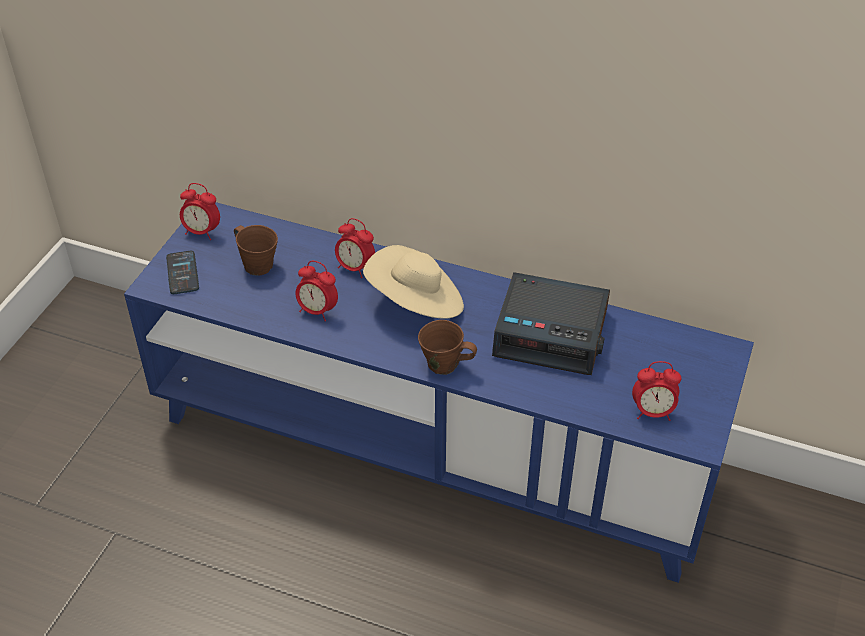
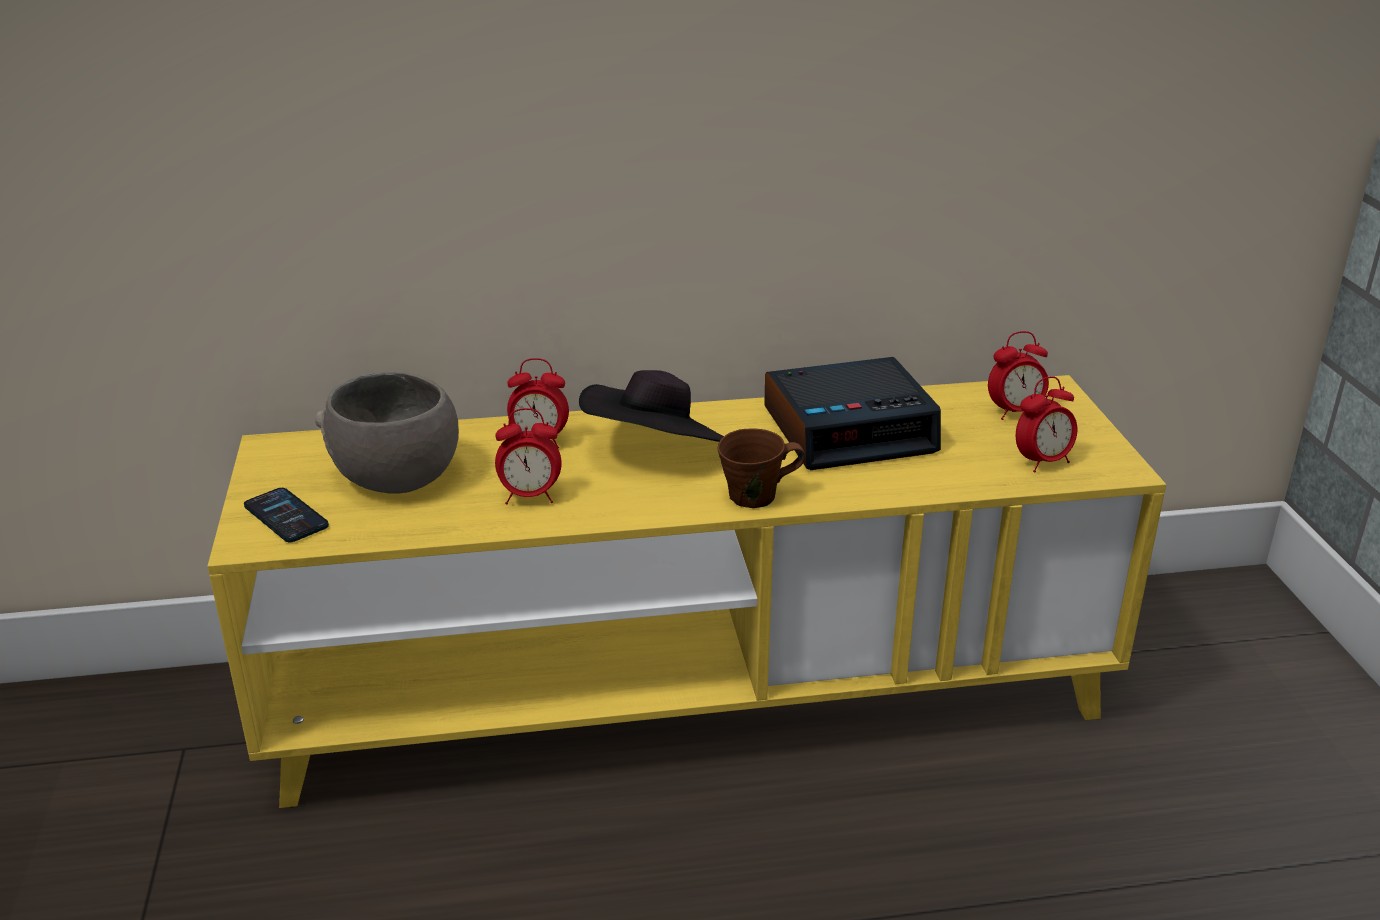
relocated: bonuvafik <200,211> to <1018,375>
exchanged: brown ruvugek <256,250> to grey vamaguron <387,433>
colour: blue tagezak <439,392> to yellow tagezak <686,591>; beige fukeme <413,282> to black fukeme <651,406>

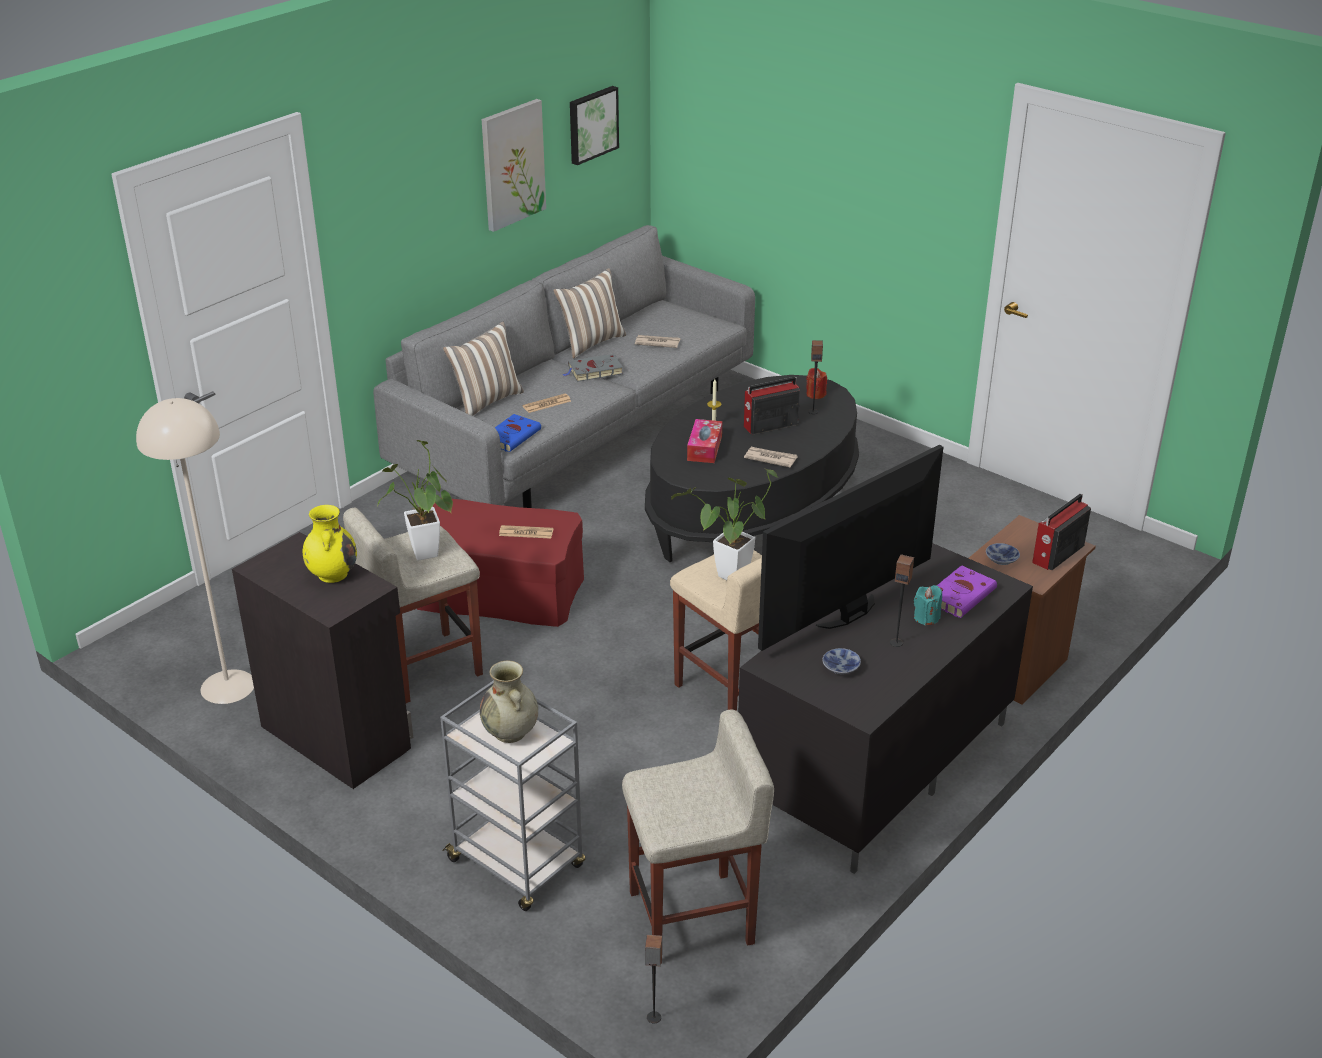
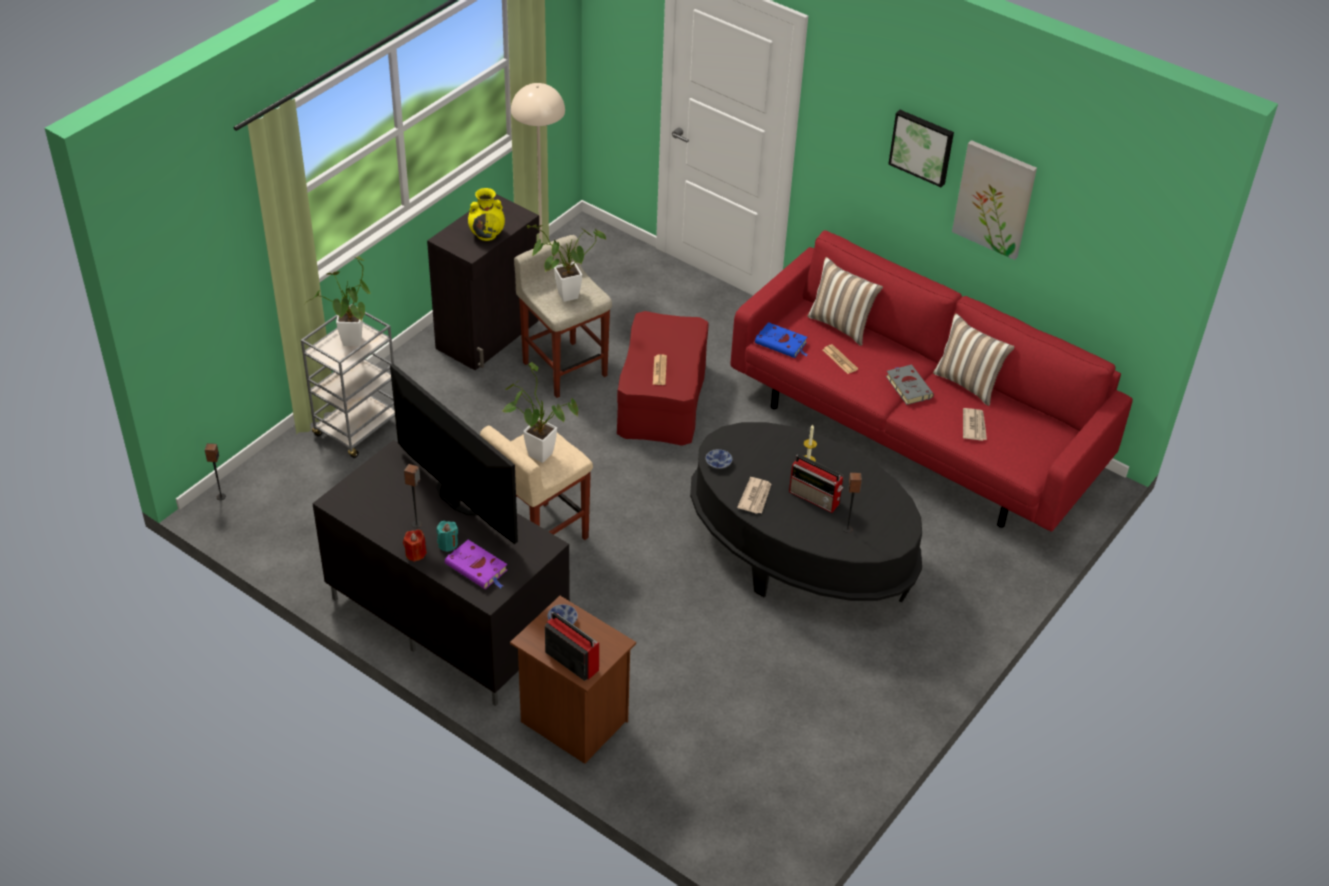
missing: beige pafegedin <698,837>; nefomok <704,441>
relocated: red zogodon <816,383> to <415,545>; vamaguron <841,661> to <719,459>; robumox <594,125> to <921,148>
exchanged: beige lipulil <509,702> to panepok <337,301>
colour: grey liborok <564,366> to red liborok <932,380>
spun: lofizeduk <772,405> = <816,484> 150 degrees clockwise

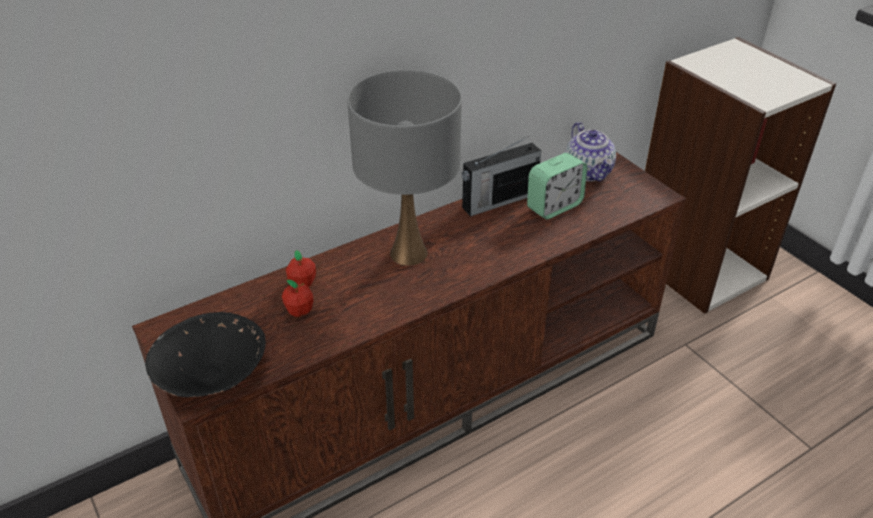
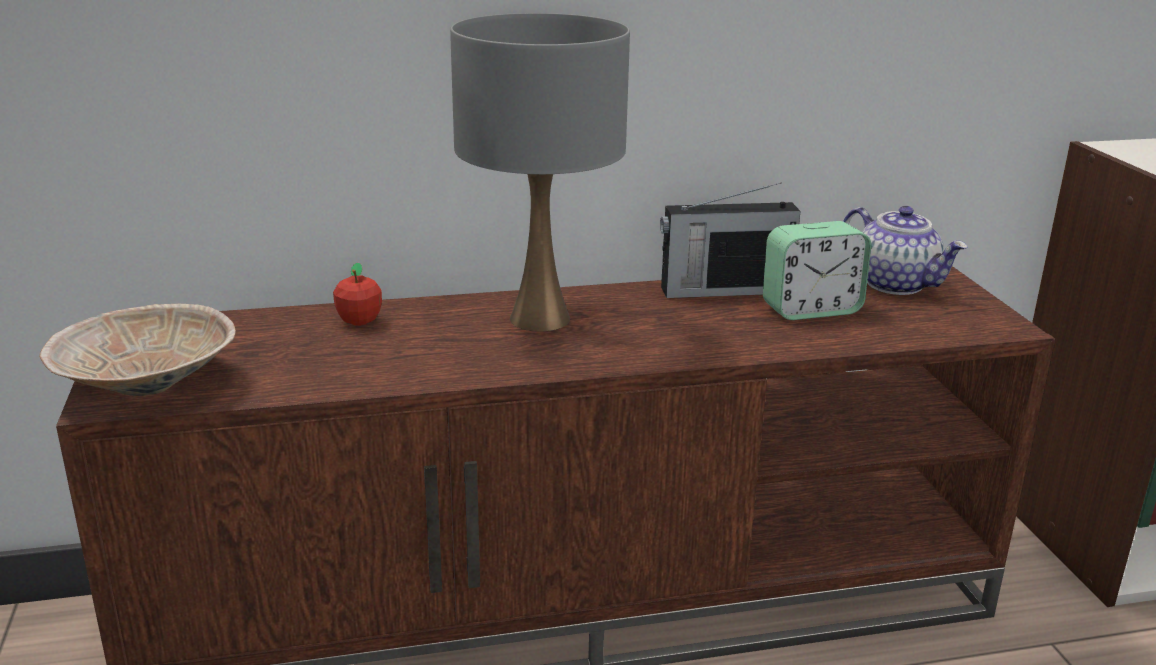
missing: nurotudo <298,298>
colour: black vamaguron <205,354> to beige vamaguron <137,350>
spun: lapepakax <590,151> = <905,250> 45 degrees counterclockwise

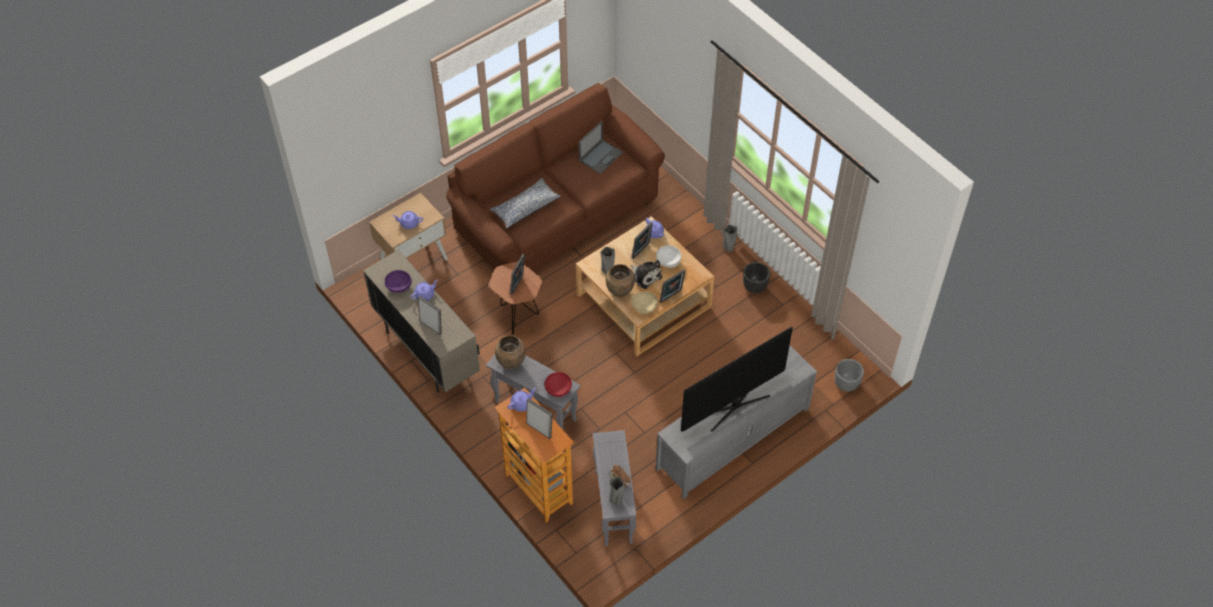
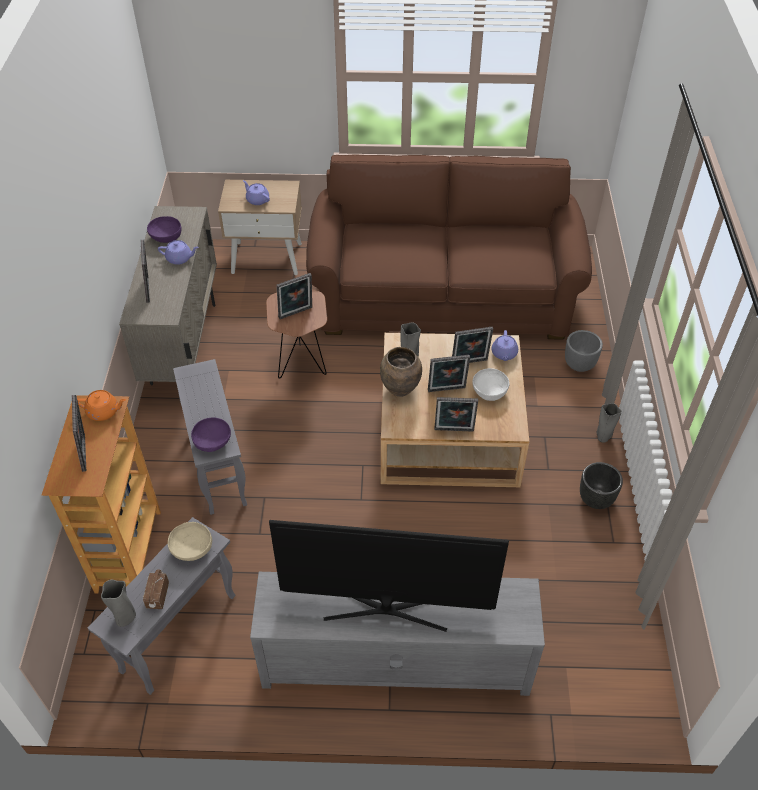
missing: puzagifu <525,203>; brown lipulil <510,352>; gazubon <601,147>
relocated: beige vamaguron <645,302> to <190,541>; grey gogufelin <849,375> to <584,351>
exchanged: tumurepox <646,274> to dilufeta <449,373>
colour: purple lapepakax <521,400> to orange lapepakax <101,405>; red vamaguron <558,384> to purple vamaguron <211,435>

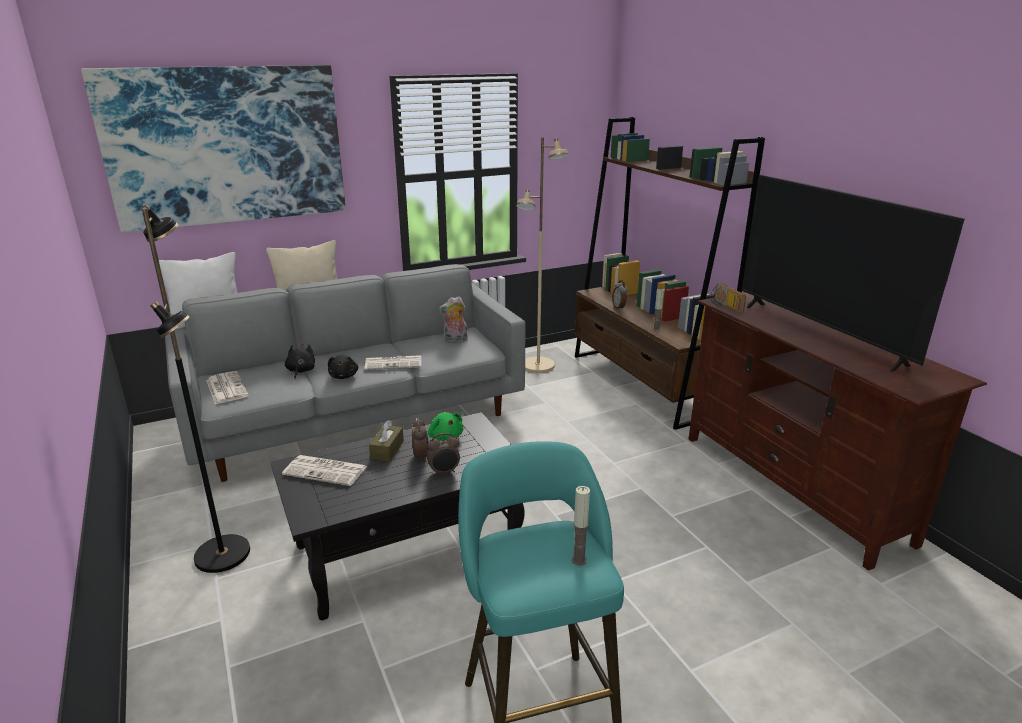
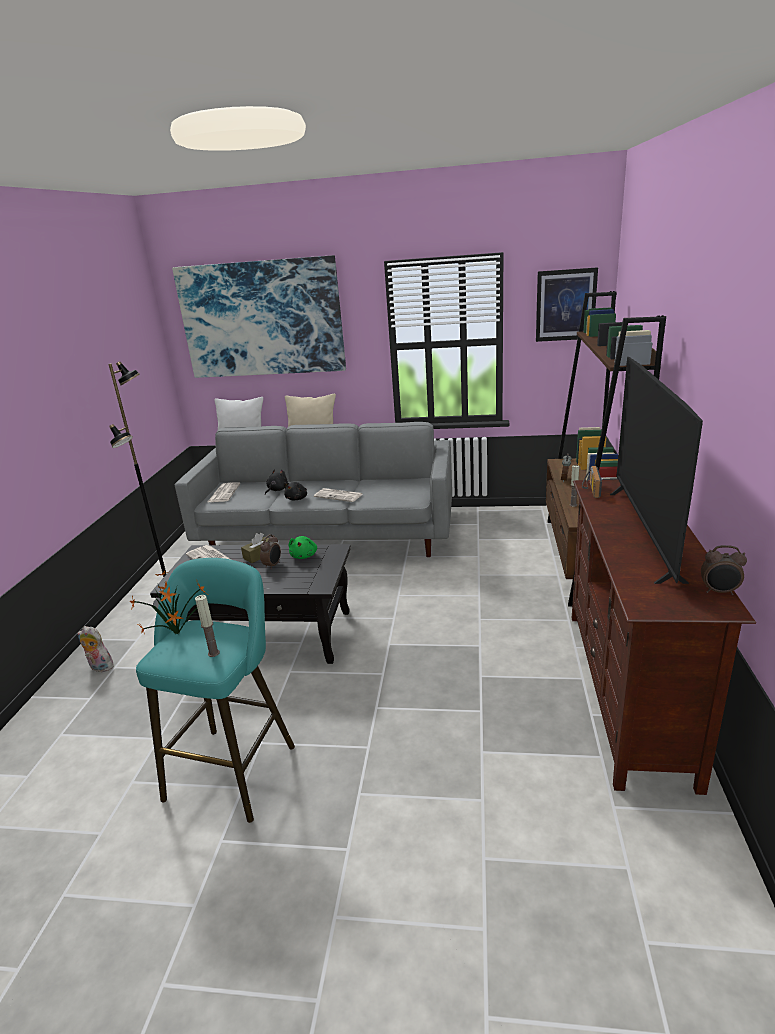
missing: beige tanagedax <542,255>
appeared: panepok <169,602>; robumox <567,304>
relocated: tumurepox <453,319> to <97,649>; bonuvafik <443,454> to <724,570>

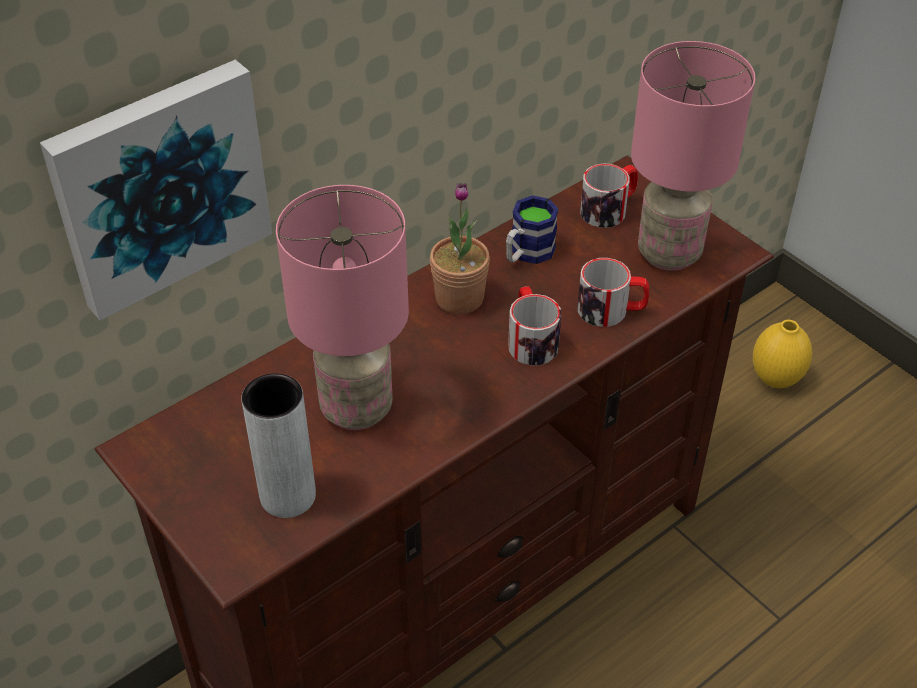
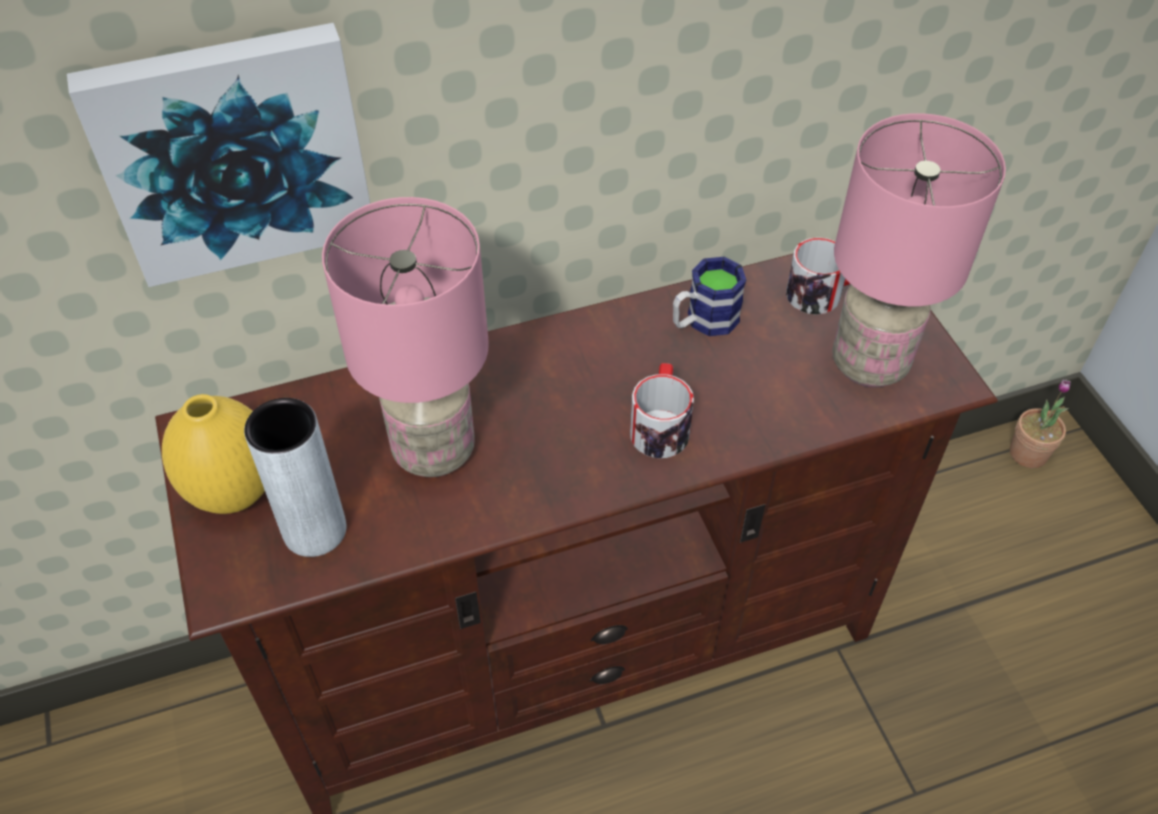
missing: ruvugek <613,292>
relocated: yellow lipulil <782,354> to <213,454>; panepok <460,248> to <1040,423>

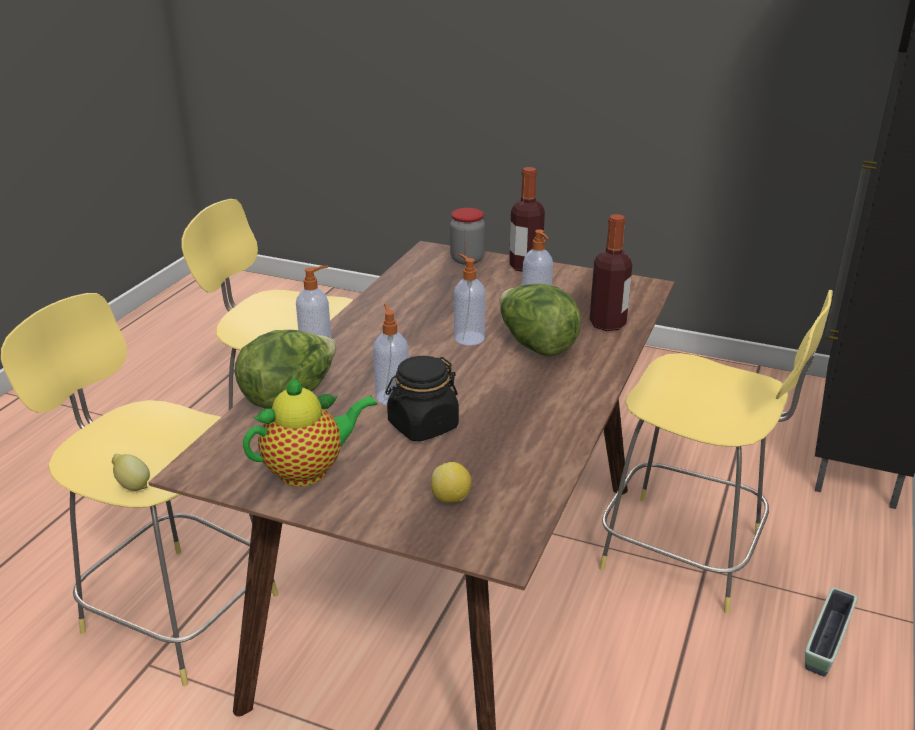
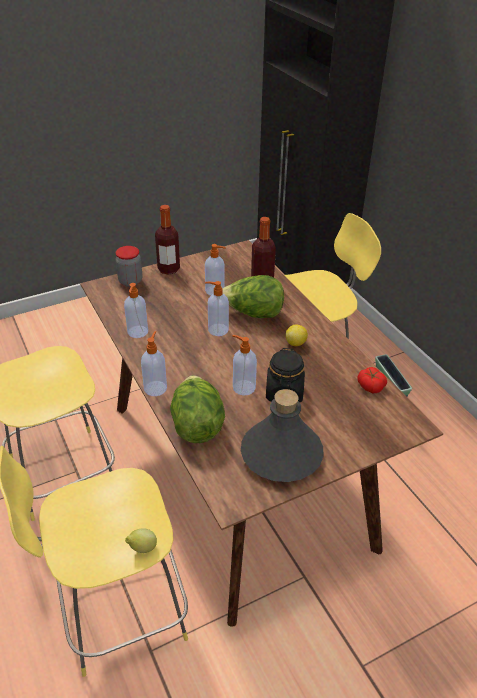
appeared: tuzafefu <136,310>; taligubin <372,380>
relocated: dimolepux <451,482> to <297,335>
exchanged: lapepakax <310,431> to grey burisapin <282,435>

